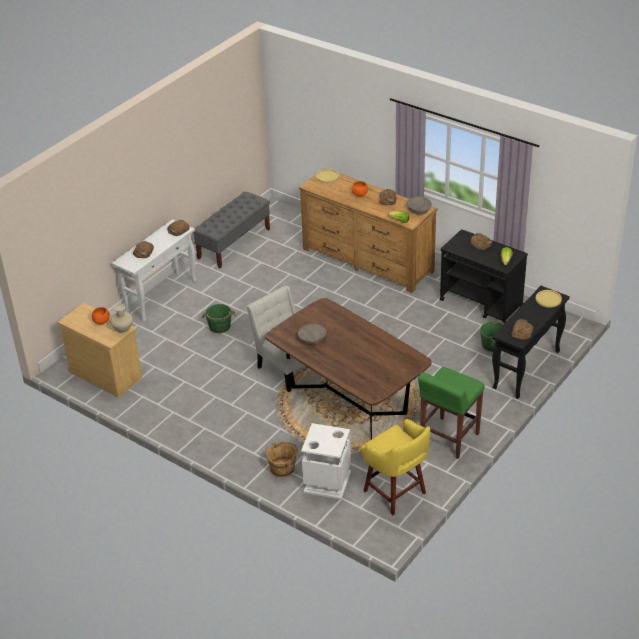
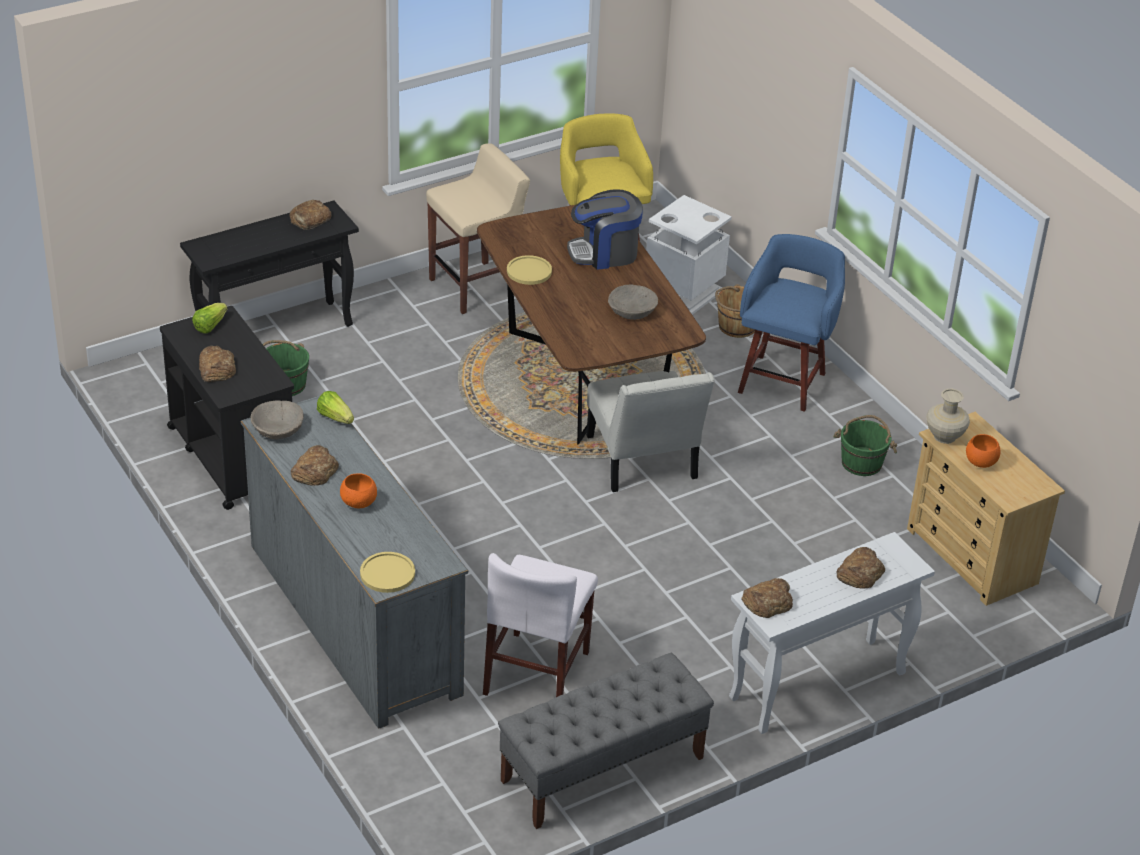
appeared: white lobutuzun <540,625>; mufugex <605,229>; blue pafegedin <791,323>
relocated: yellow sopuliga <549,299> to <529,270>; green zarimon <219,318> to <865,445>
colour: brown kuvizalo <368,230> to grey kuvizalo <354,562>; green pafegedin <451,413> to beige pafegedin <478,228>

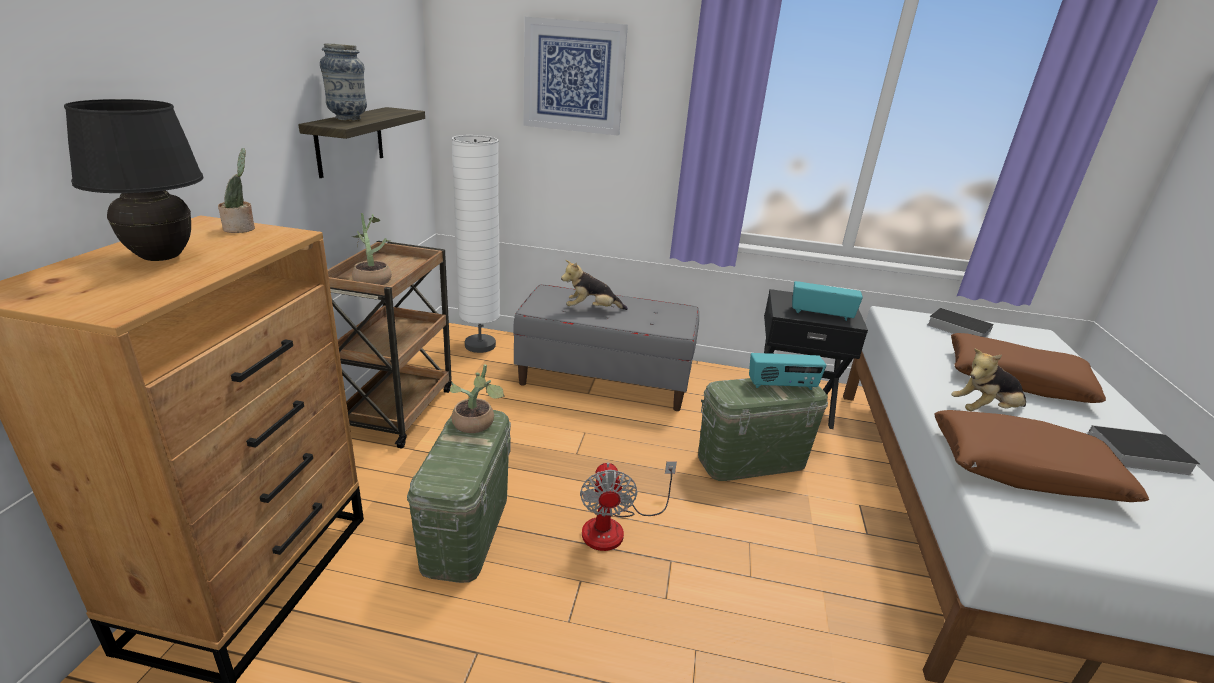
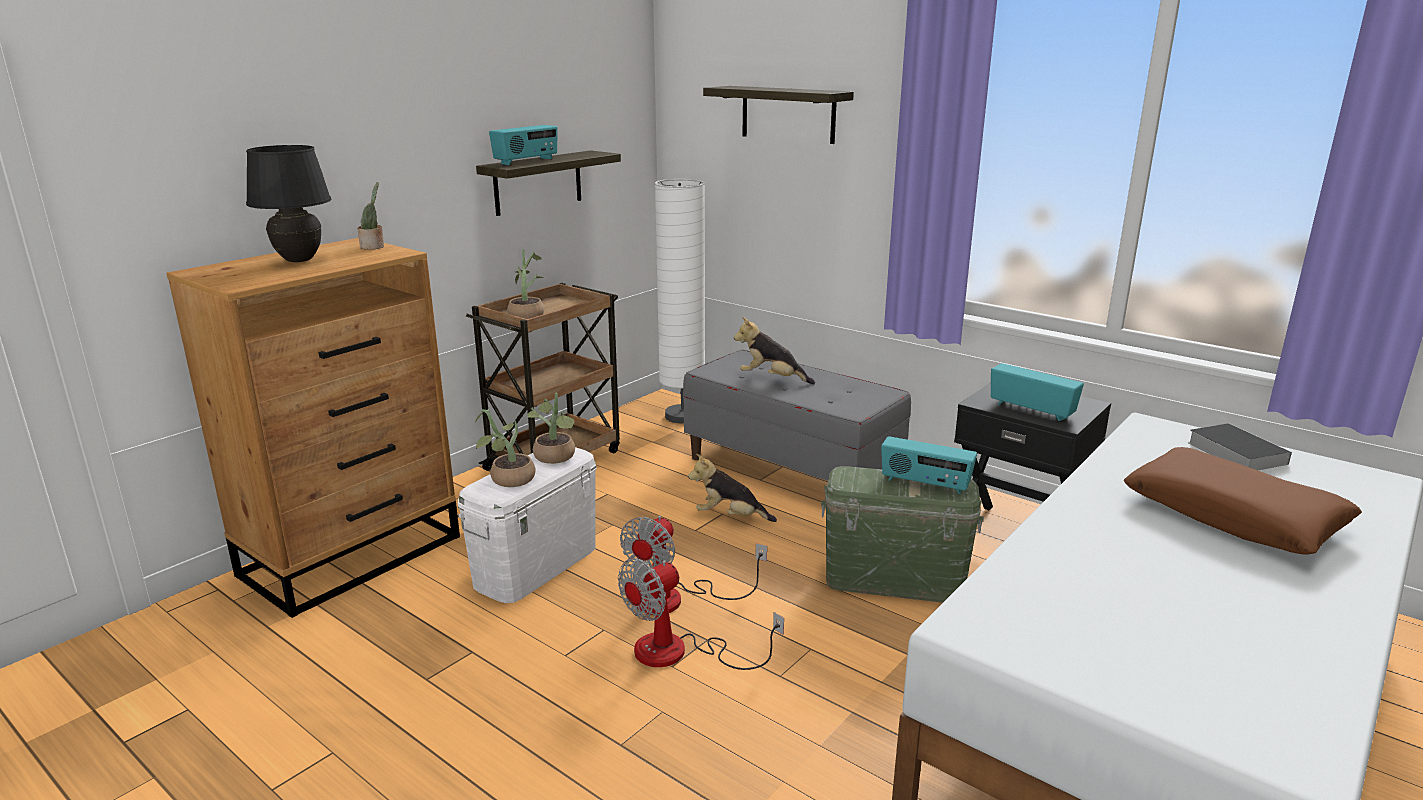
missing: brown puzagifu <1041,456>; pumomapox <1142,450>
appeared: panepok <505,448>; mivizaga <701,614>
relocated: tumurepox <988,380> to <732,488>
exchanged: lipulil <343,82> to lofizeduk <523,145>; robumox <575,76> to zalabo <778,115>
colour: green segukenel <459,496> to white segukenel <527,525>

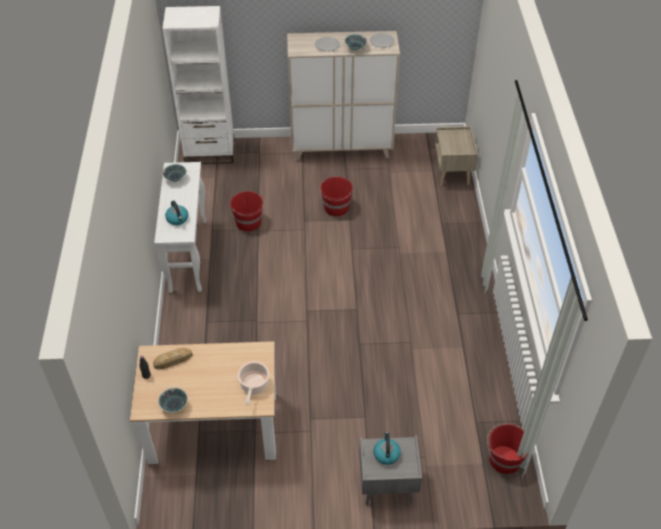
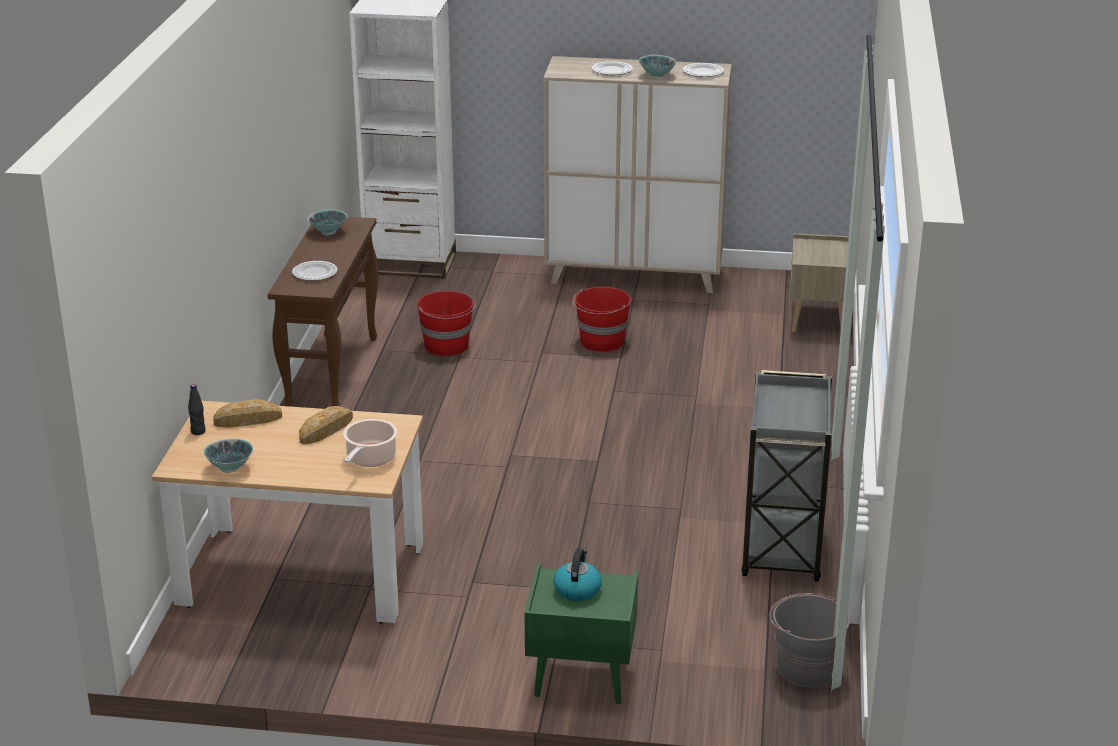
appeared: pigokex <326,425>; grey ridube <787,476>
exchanged: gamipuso <176,213> to sopuliga <315,271>
colour: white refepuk <180,227> to brown refepuk <323,312>; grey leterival <390,470> to green leterival <581,633>; red zarimon <508,448> to grey zarimon <809,640>

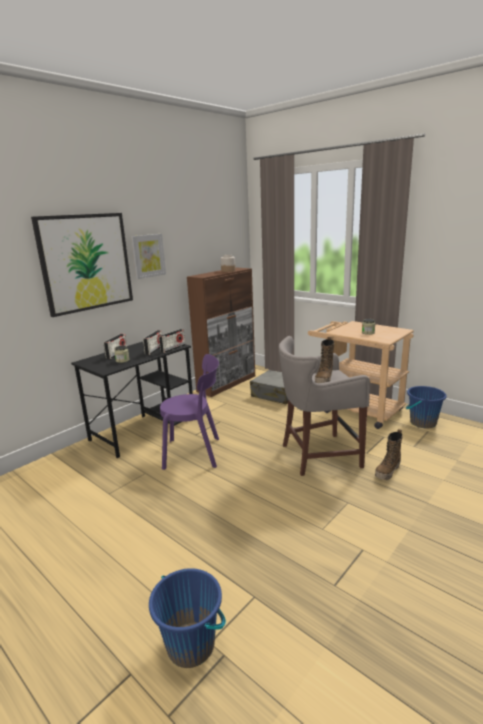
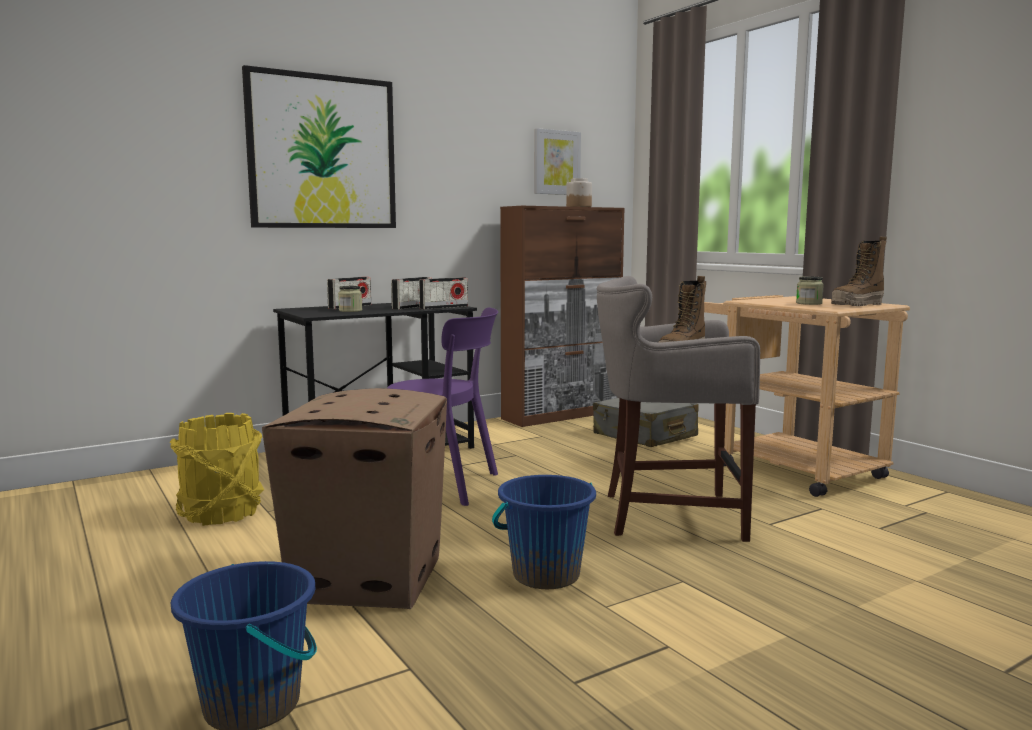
appeared: yellow zarimon <217,469>; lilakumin <354,498>
relocated: blue zarimon <426,407> to <544,532>; robumox <148,256> to <557,161>; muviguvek <389,454> to <859,271>

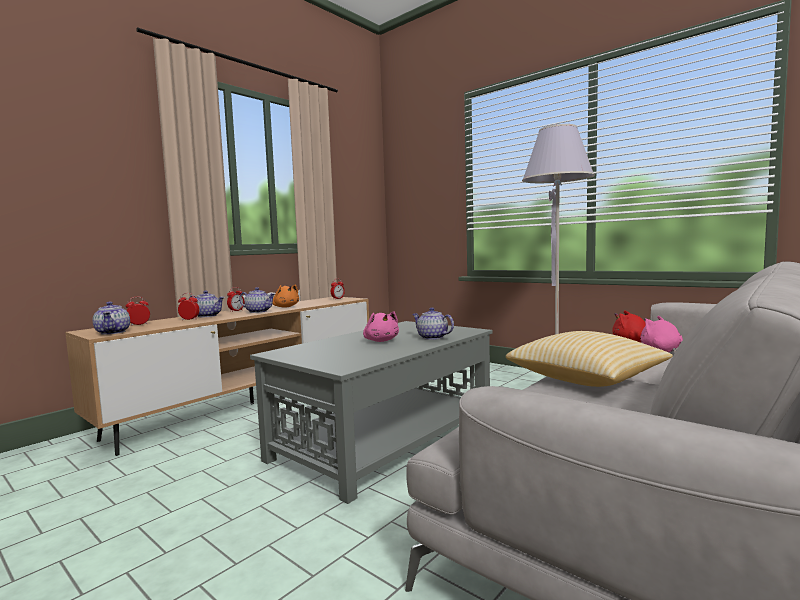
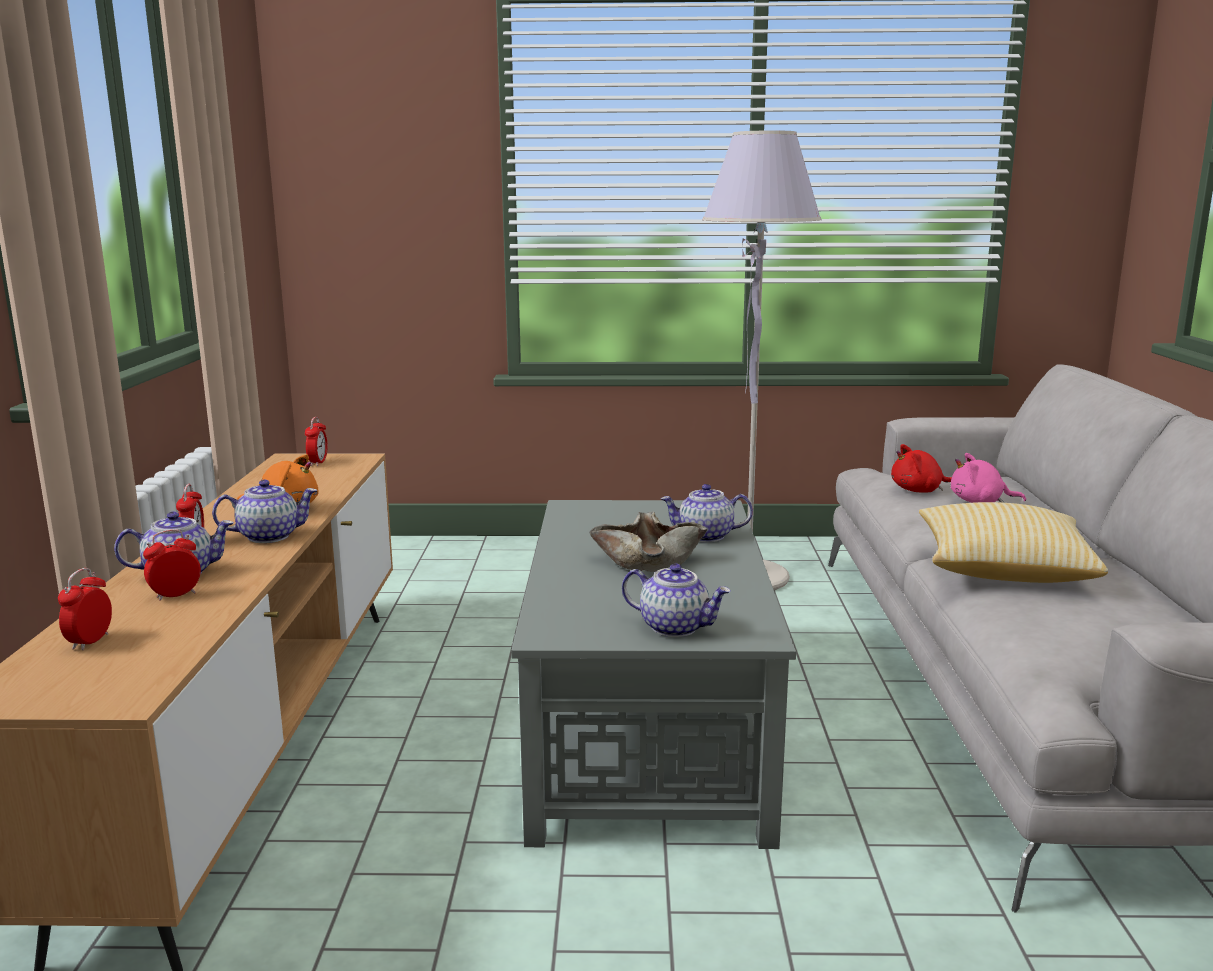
relocated: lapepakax <111,318> to <676,600>
exchanged: pink tumurepox <381,326> to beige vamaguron <648,542>

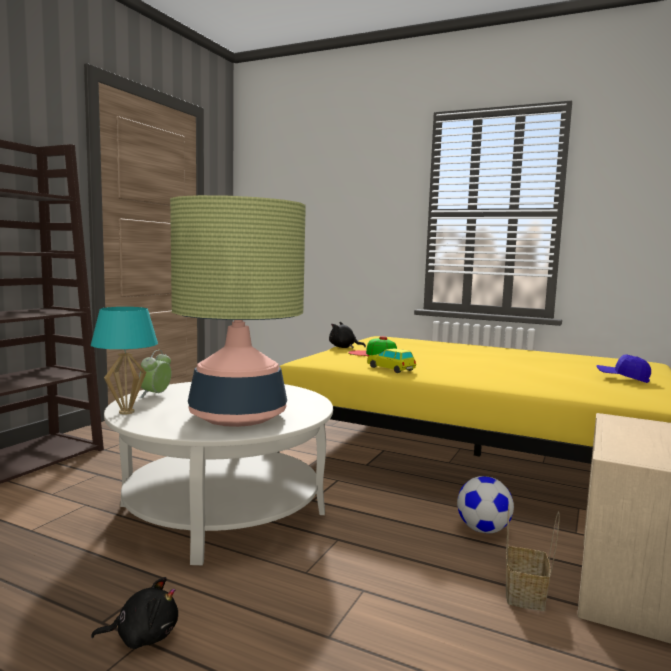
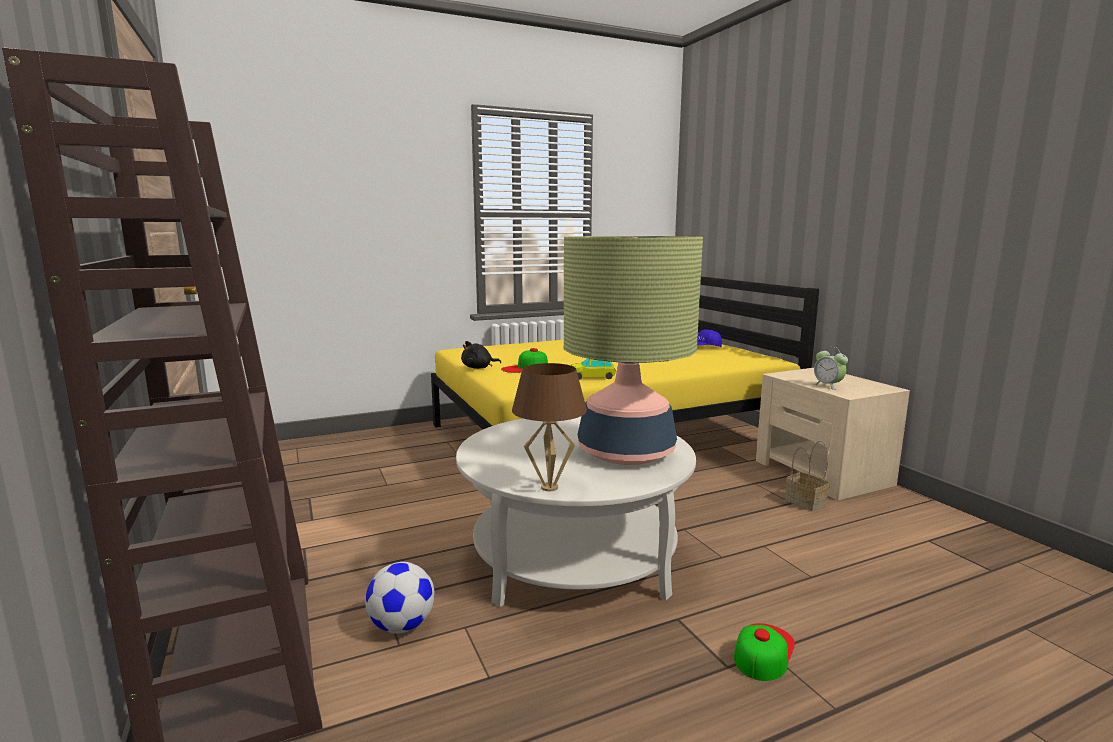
relocated: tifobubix <485,504> to <400,598>; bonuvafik <155,374> to <830,368>
exchanged: black tumurepox <134,613> to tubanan <764,652>
colour: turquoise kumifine <124,360> to brown kumifine <549,427>

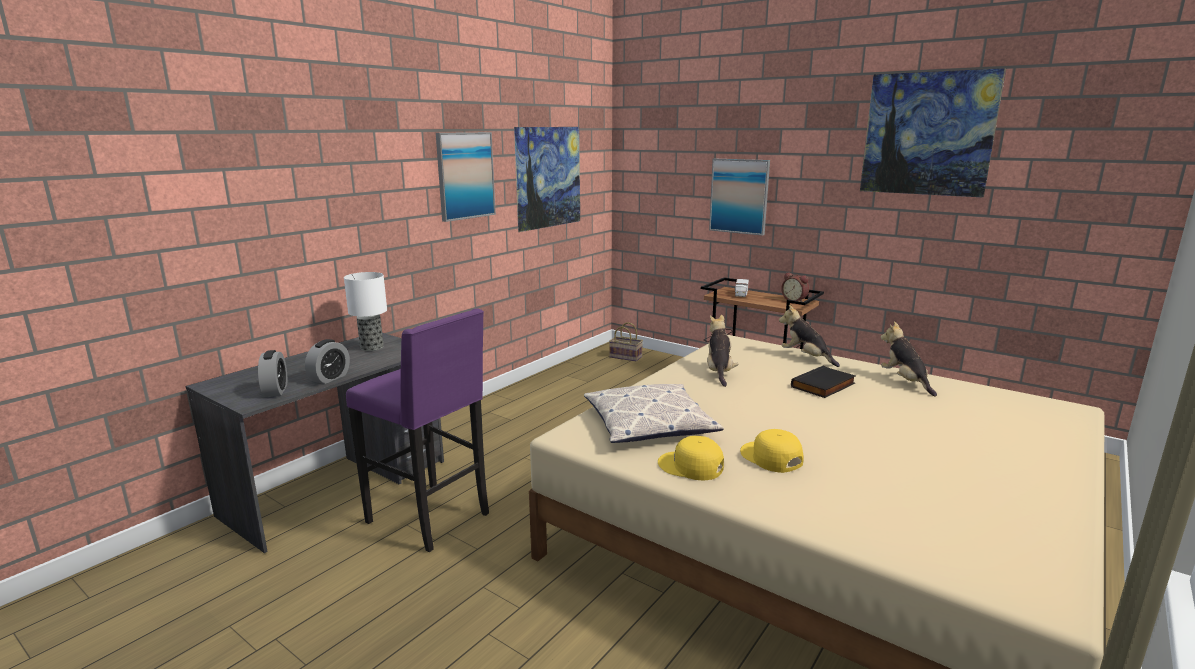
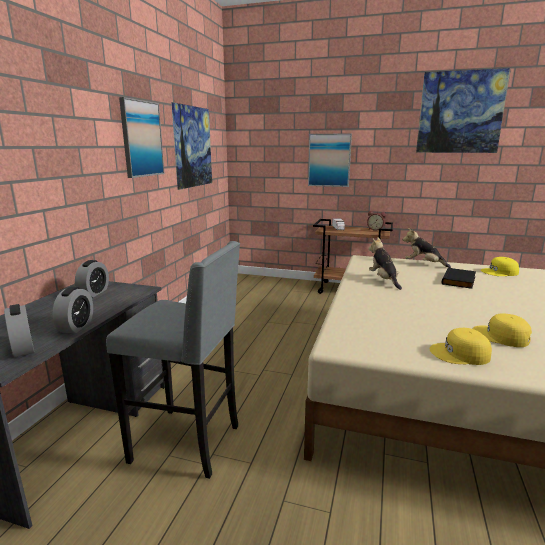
missing: puzagifu <654,413>; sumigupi <626,341>
exchanged: kumifine <365,311> to bonuvafik <92,278>; tumurepox <909,359> to yellow tubanan <500,266>
colour: purple pafegedin <417,430> to grey pafegedin <173,360>

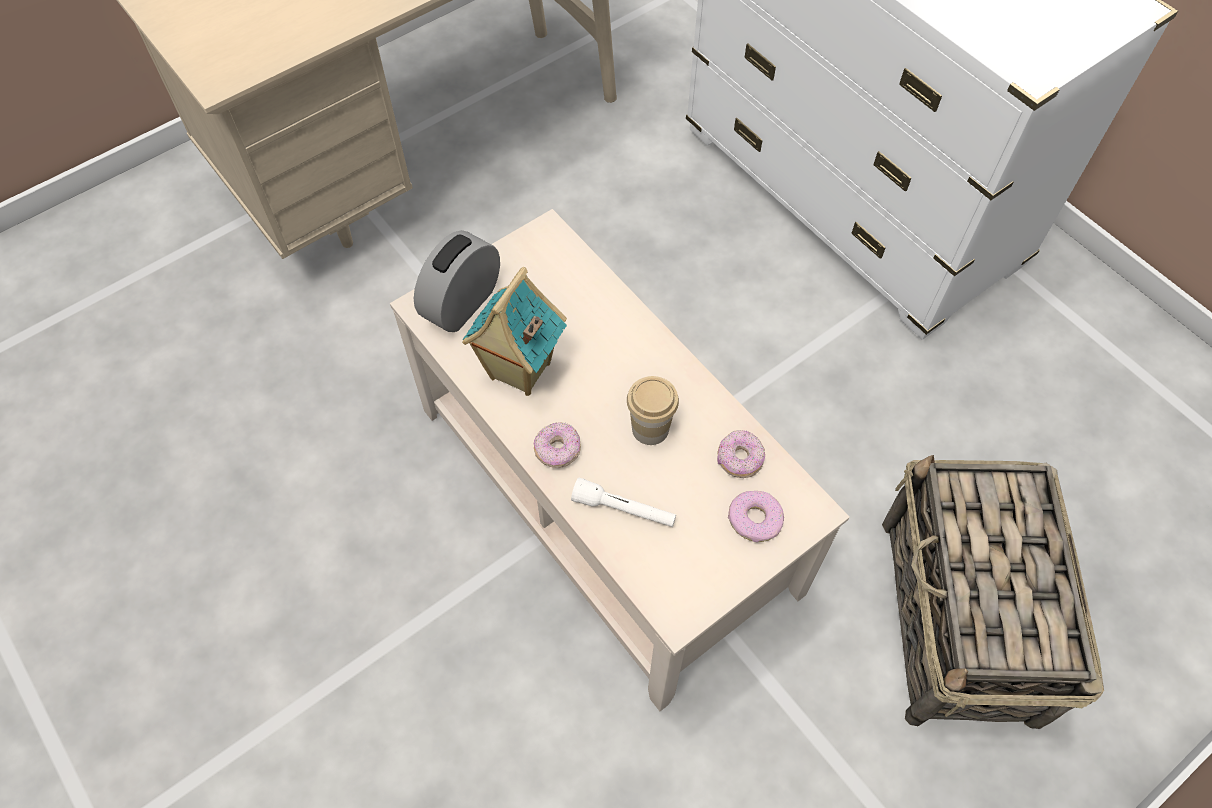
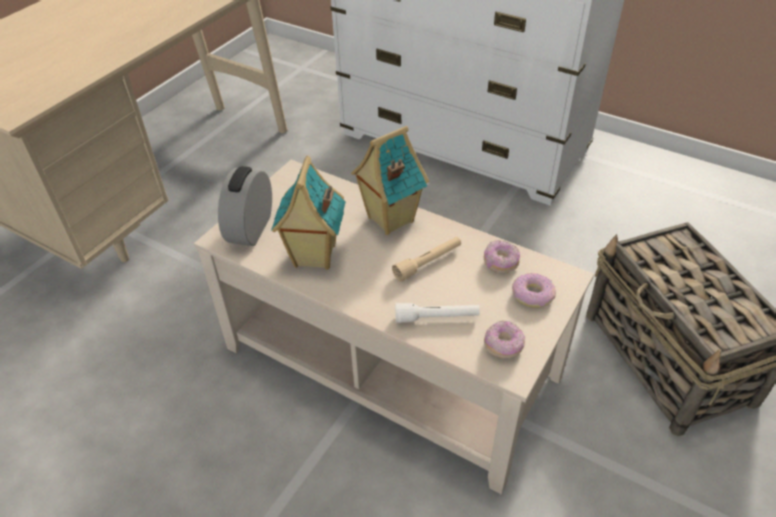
appeared: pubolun <390,180>
relocated: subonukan <557,445> to <504,339>
exchanged: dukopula <653,410> to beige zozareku <426,259>

